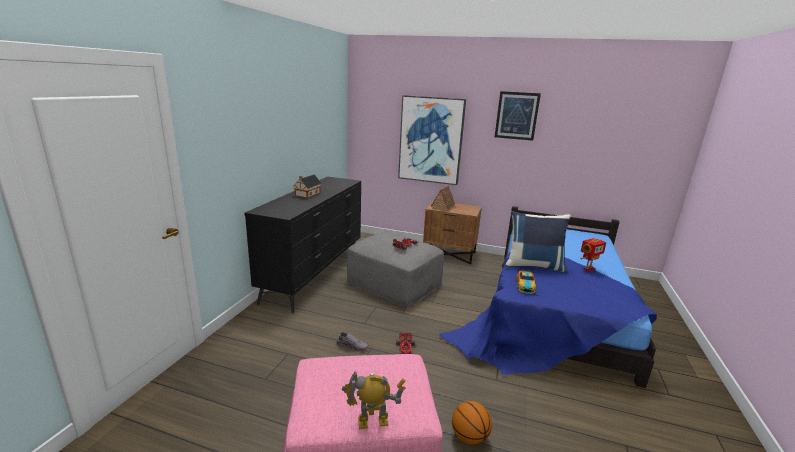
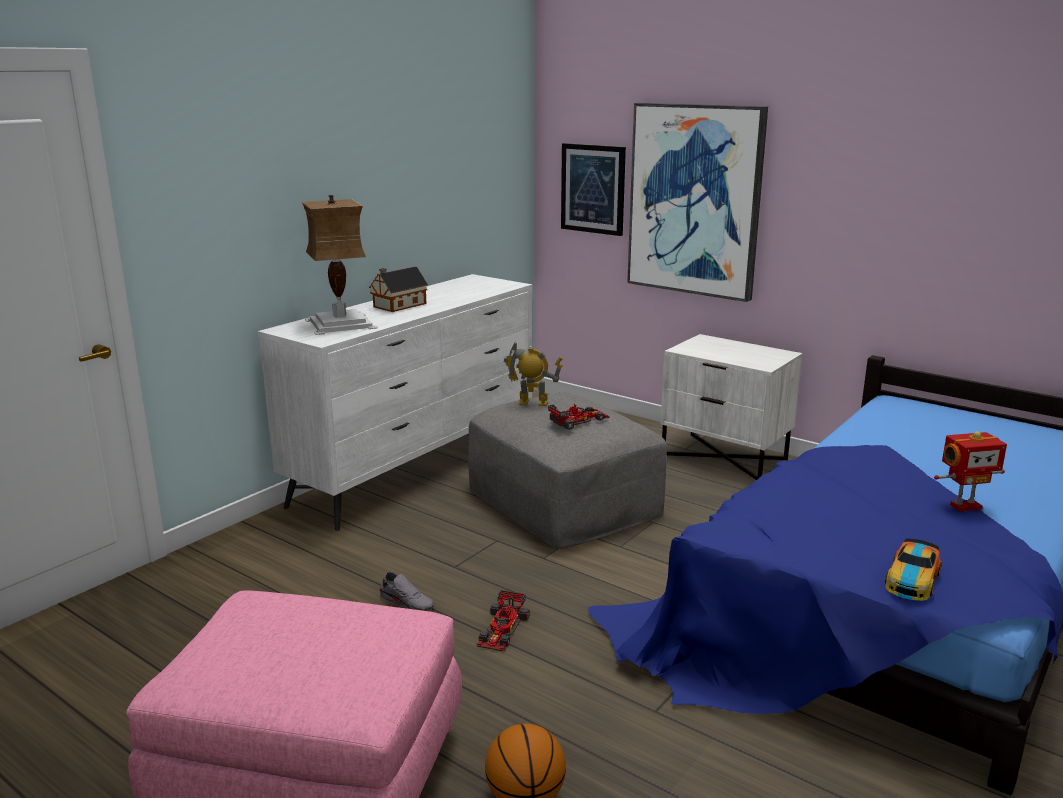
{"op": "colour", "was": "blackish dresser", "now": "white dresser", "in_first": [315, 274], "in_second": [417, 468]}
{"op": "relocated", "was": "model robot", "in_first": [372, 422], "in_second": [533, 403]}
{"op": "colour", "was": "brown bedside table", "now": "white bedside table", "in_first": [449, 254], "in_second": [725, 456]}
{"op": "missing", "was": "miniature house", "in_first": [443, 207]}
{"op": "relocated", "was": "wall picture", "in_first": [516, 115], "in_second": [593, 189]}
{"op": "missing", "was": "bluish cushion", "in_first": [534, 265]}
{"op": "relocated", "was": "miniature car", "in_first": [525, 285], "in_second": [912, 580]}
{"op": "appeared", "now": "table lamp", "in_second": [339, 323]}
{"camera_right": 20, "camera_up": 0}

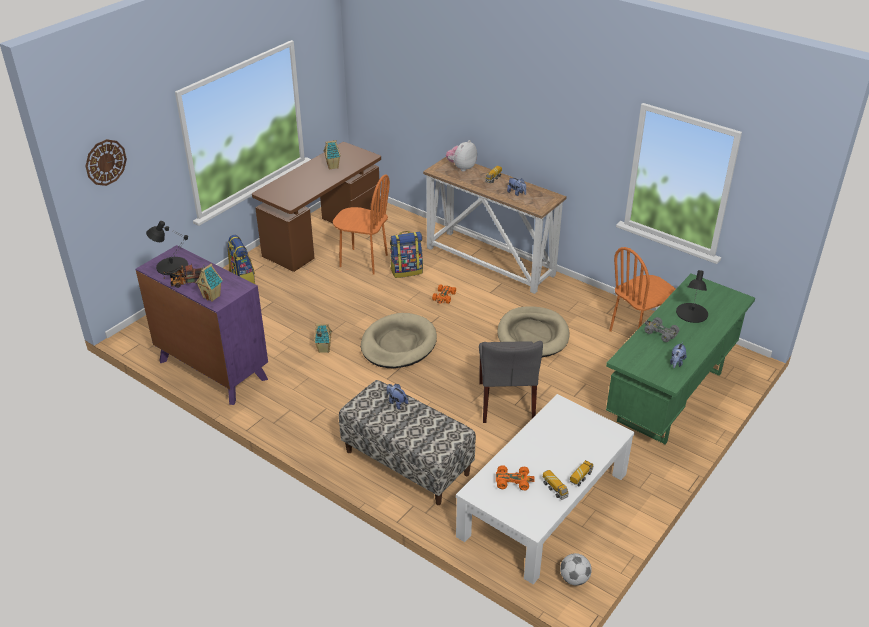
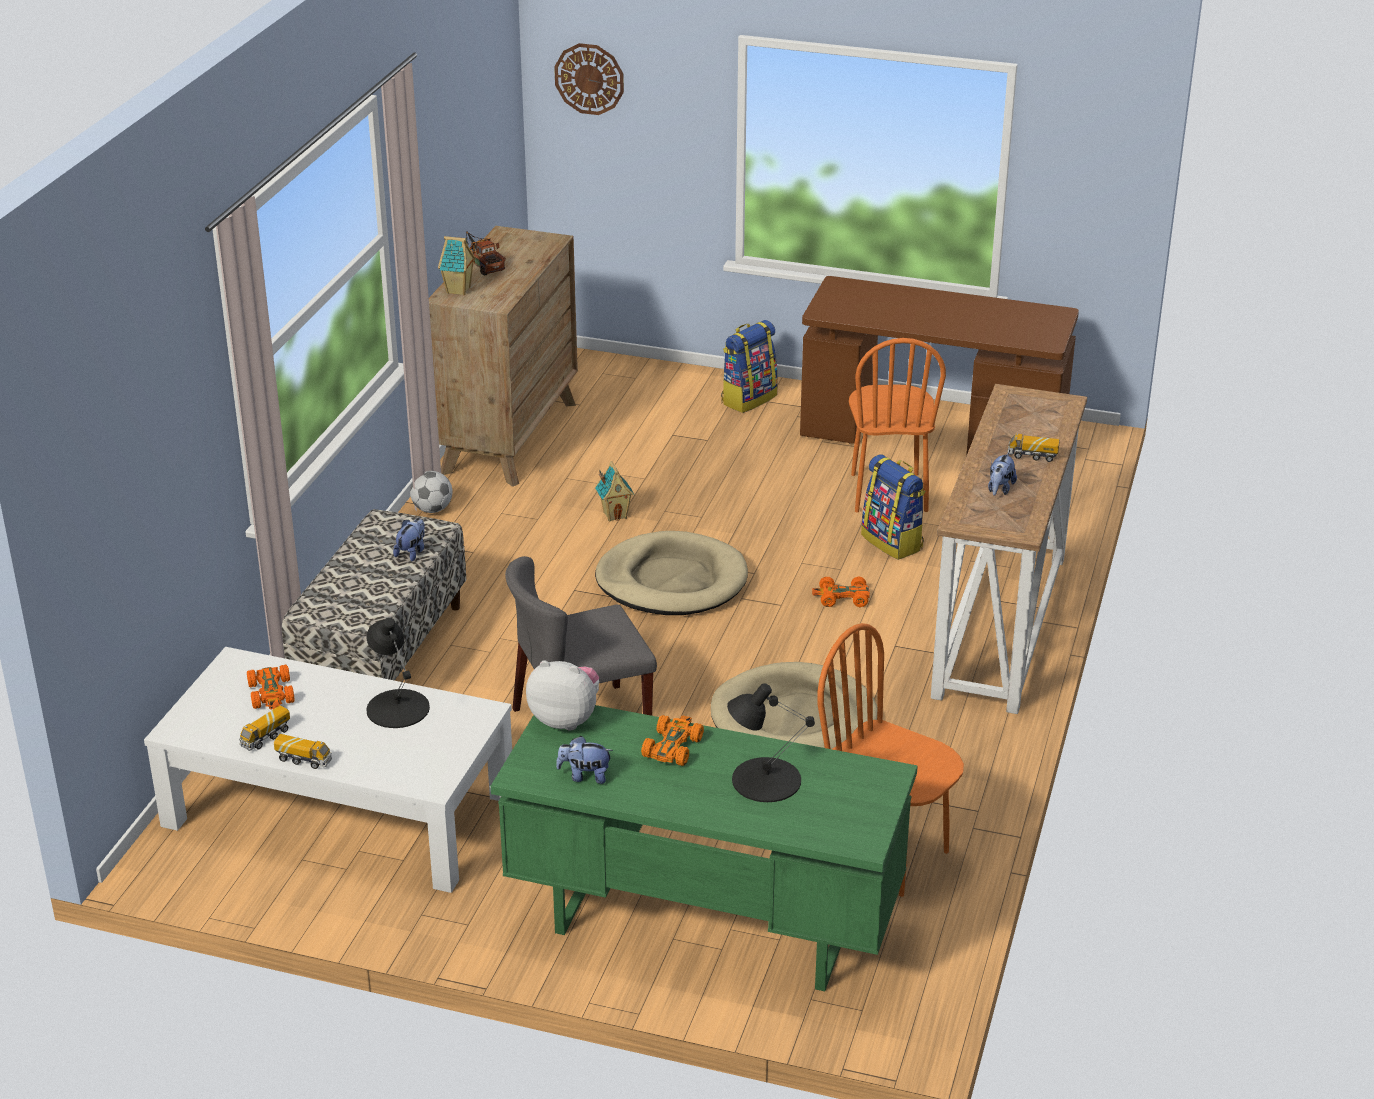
{"op": "colour", "was": "purple dresser", "now": "brown dresser", "in_first": [212, 370], "in_second": [509, 437]}
{"op": "relocated", "was": "blackish table lamp", "in_first": [171, 266], "in_second": [398, 708]}
{"op": "missing", "was": "miniature house", "in_first": [333, 166]}
{"op": "relocated", "was": "soft toy", "in_first": [461, 167], "in_second": [566, 719]}
{"op": "relocated", "was": "football", "in_first": [574, 579], "in_second": [432, 509]}
{"op": "colour", "was": "gray miniature car", "now": "orange-coloured miniature car", "in_first": [660, 333], "in_second": [672, 747]}
{"camera_right": 70, "camera_up": -5}

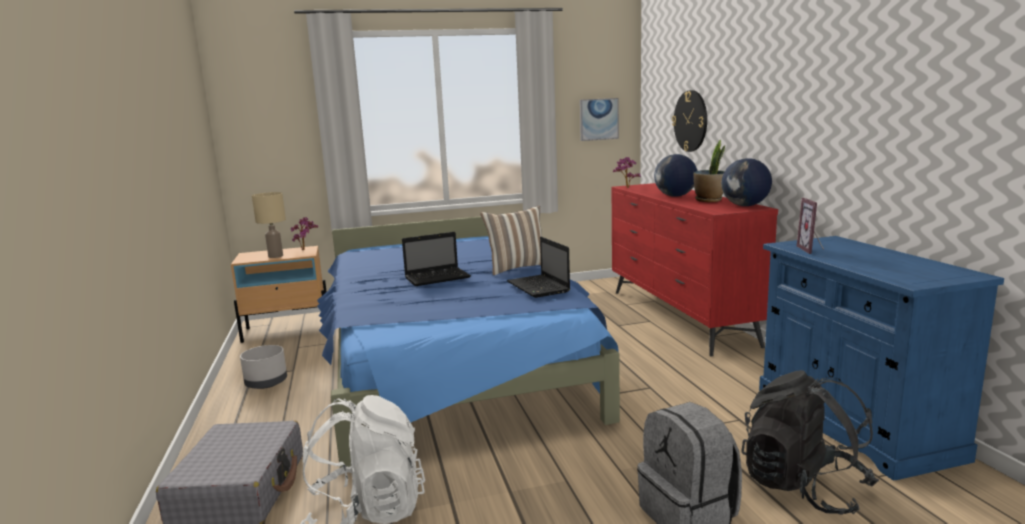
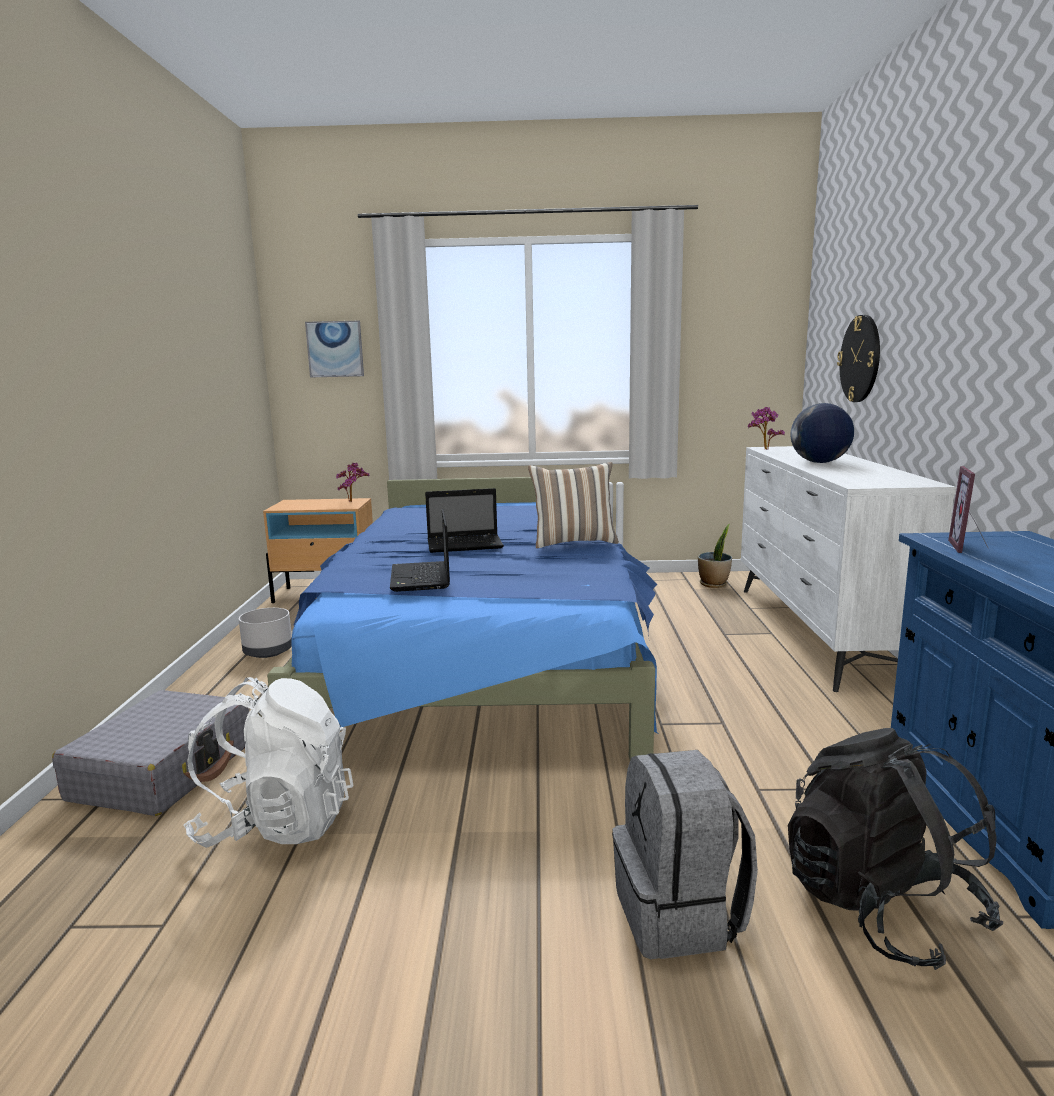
{"op": "missing", "was": "beige-coloured table lamp", "in_first": [276, 256]}
{"op": "relocated", "was": "notebook computer", "in_first": [539, 287], "in_second": [421, 578]}
{"op": "relocated", "was": "wall picture", "in_first": [598, 119], "in_second": [335, 349]}
{"op": "colour", "was": "red dresser", "now": "white dresser", "in_first": [679, 317], "in_second": [816, 632]}
{"op": "relocated", "was": "potted plant", "in_first": [709, 200], "in_second": [714, 584]}
{"op": "missing", "was": "globe", "in_first": [745, 206]}
{"camera_right": 15, "camera_up": 0}

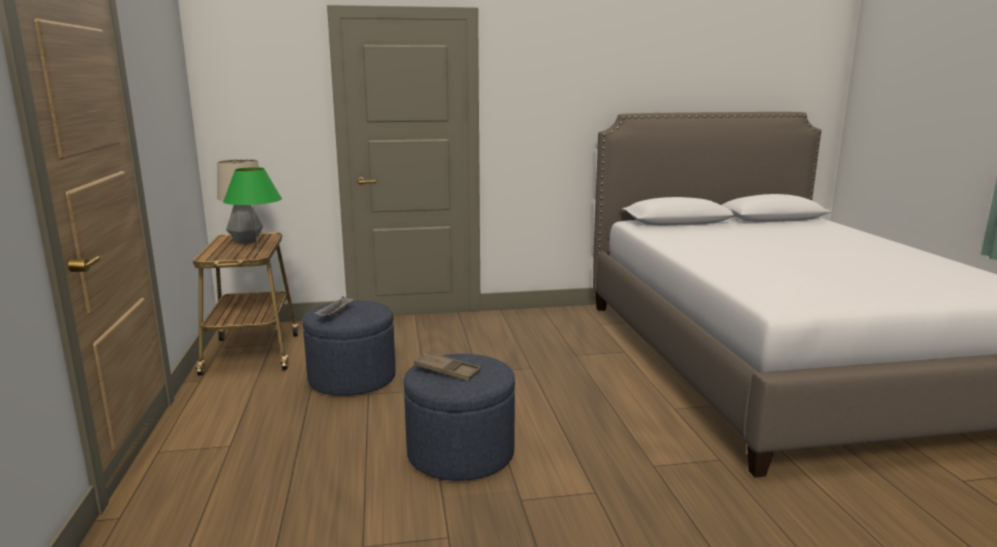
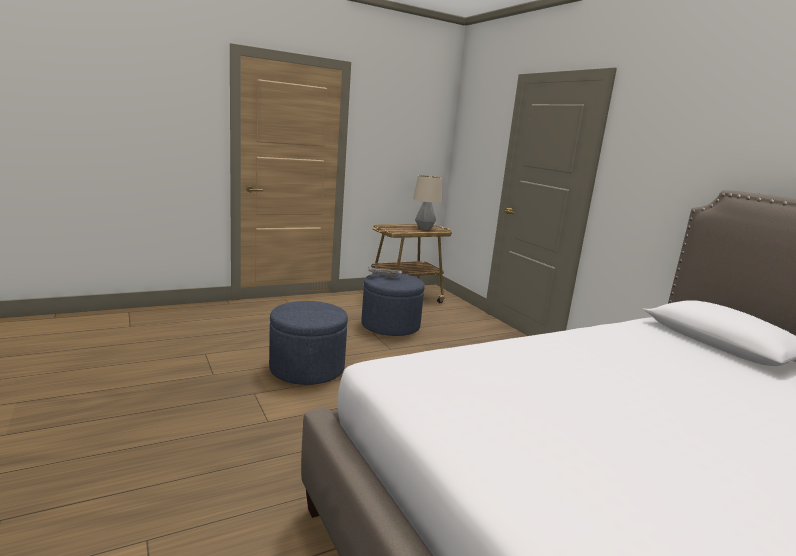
{"op": "missing", "was": "greenish table lamp", "in_first": [258, 256]}
{"op": "missing", "was": "brown tray", "in_first": [447, 371]}
{"camera_right": 70, "camera_up": 0}

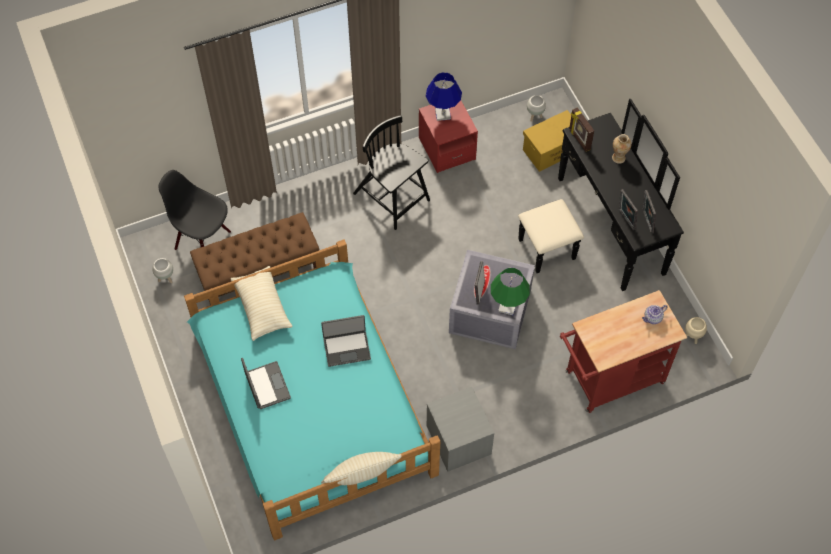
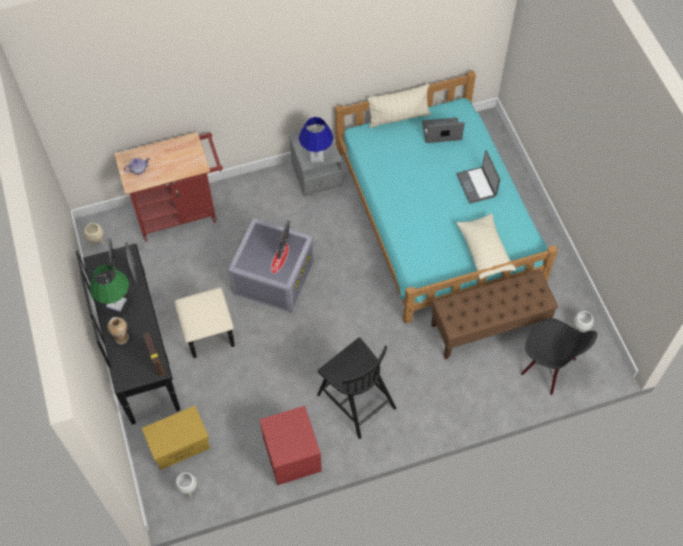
{"op": "relocated", "was": "notebook computer", "in_first": [347, 348], "in_second": [441, 132]}
{"op": "relocated", "was": "bluish table lamp", "in_first": [443, 114], "in_second": [316, 157]}
{"op": "relocated", "was": "greenish table lamp", "in_first": [507, 307], "in_second": [116, 303]}
{"camera_right": -175, "camera_up": 0}

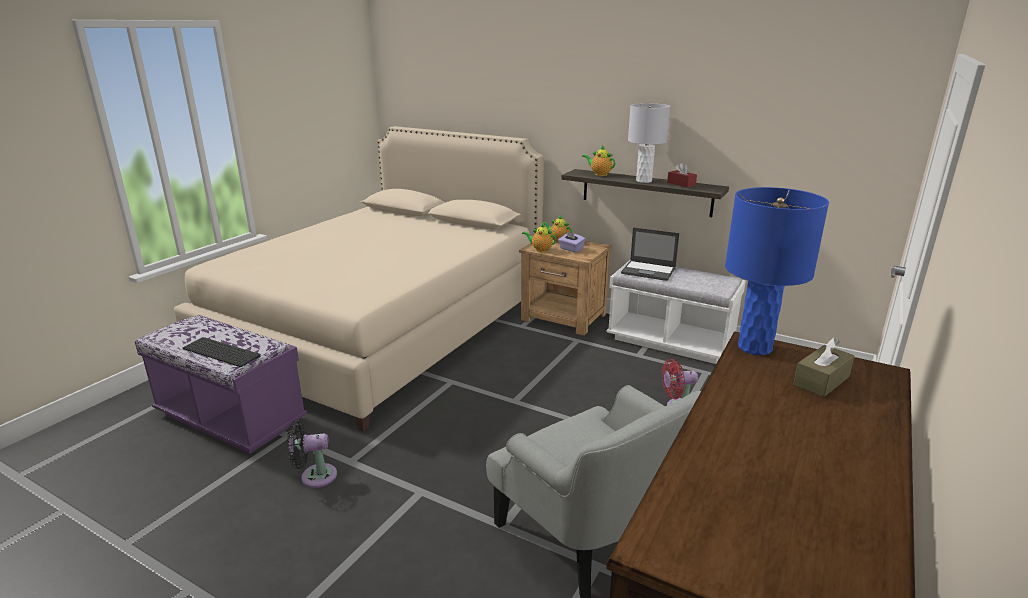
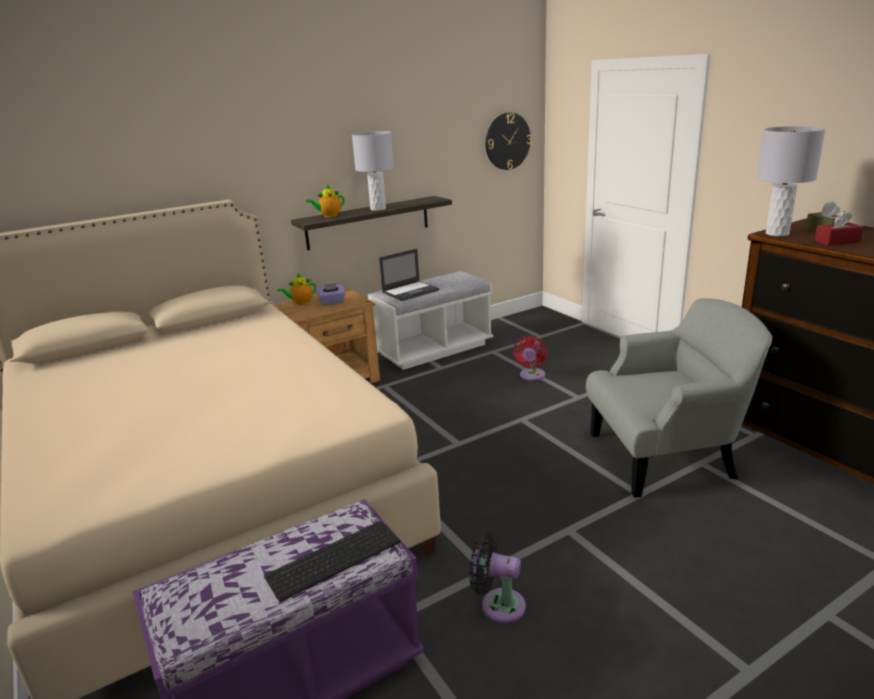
{"op": "spun", "was": "blackish cooling fan", "in_first": [314, 476], "in_second": [498, 605], "clockwise": 90}
{"op": "missing", "was": "pot for tea", "in_first": [540, 250]}
{"op": "relocated", "was": "red box of tissues", "in_first": [681, 184], "in_second": [837, 241]}
{"op": "colour", "was": "bluish table lamp", "now": "gray table lamp", "in_first": [755, 347], "in_second": [777, 233]}
{"op": "appeared", "now": "wall clock", "in_second": [507, 141]}
{"camera_right": -60, "camera_up": 0}

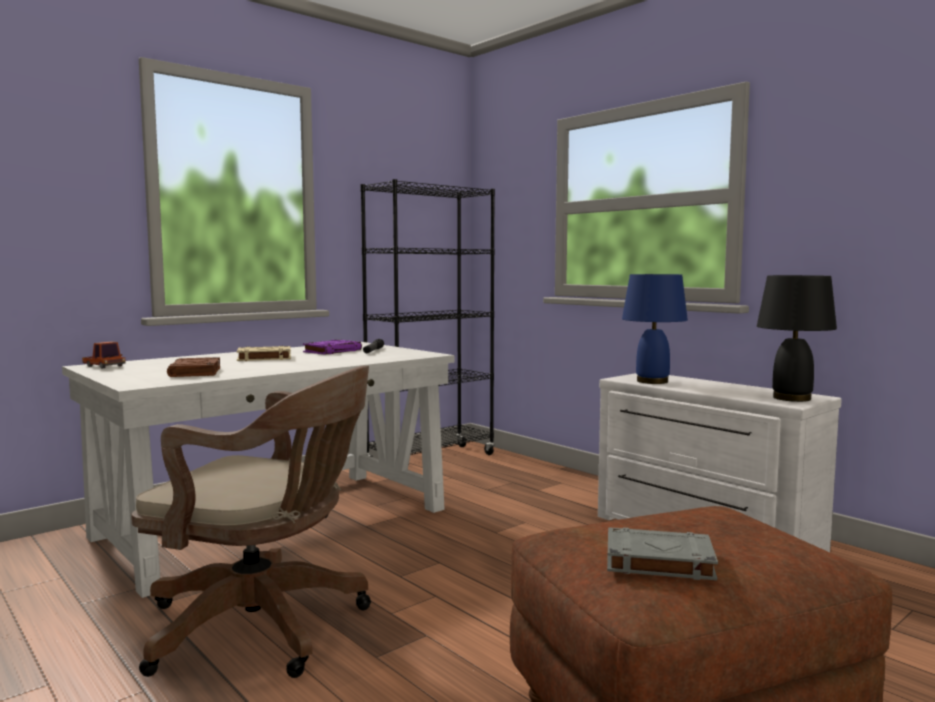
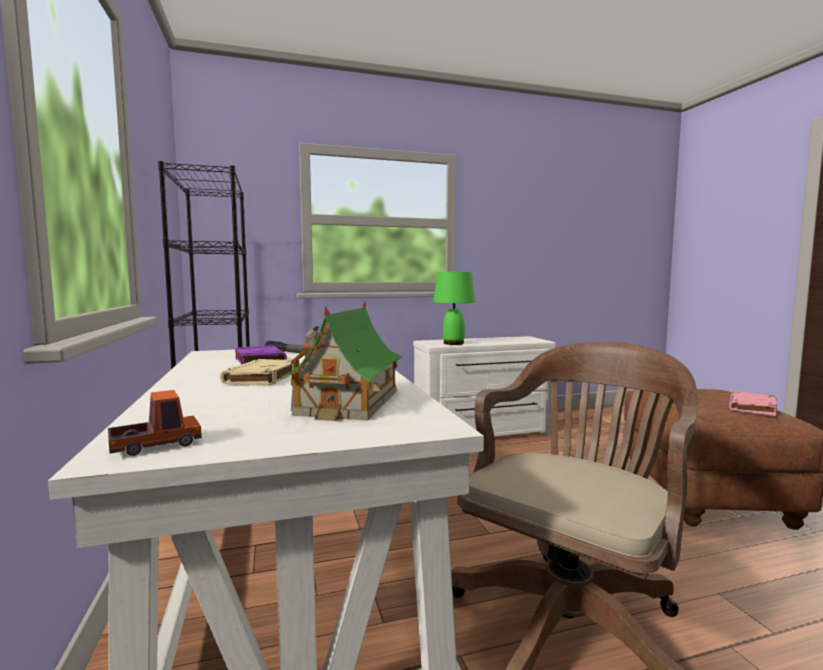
{"op": "exchanged", "was": "brown bound book", "now": "miniature house", "in_first": [195, 372], "in_second": [348, 402]}
{"op": "colour", "was": "gray bound book", "now": "pink-coloured bound book", "in_first": [657, 561], "in_second": [752, 407]}
{"op": "colour", "was": "bluish table lamp", "now": "greenish table lamp", "in_first": [653, 381], "in_second": [453, 343]}
{"op": "missing", "was": "blackish table lamp", "in_first": [792, 398]}
{"camera_right": -65, "camera_up": 0}

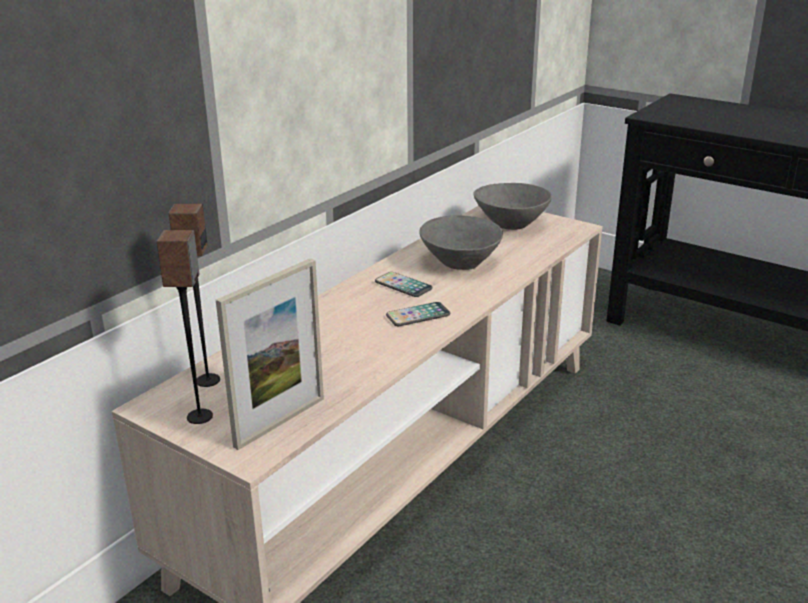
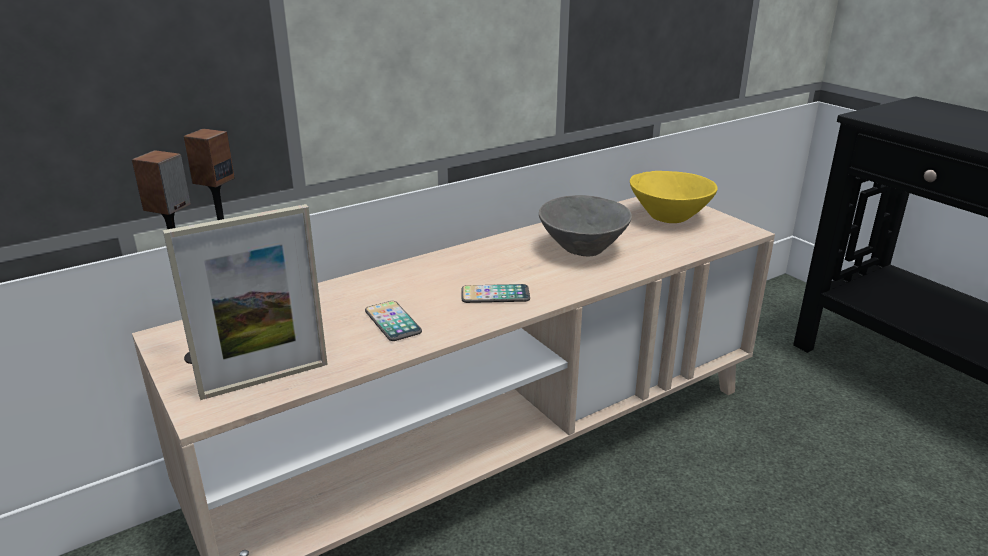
{"op": "relocated", "was": "telephone", "in_first": [403, 285], "in_second": [392, 322]}
{"op": "colour", "was": "gray serving bowl", "now": "yellow-coloured serving bowl", "in_first": [510, 224], "in_second": [668, 217]}
{"camera_right": 20, "camera_up": 0}

